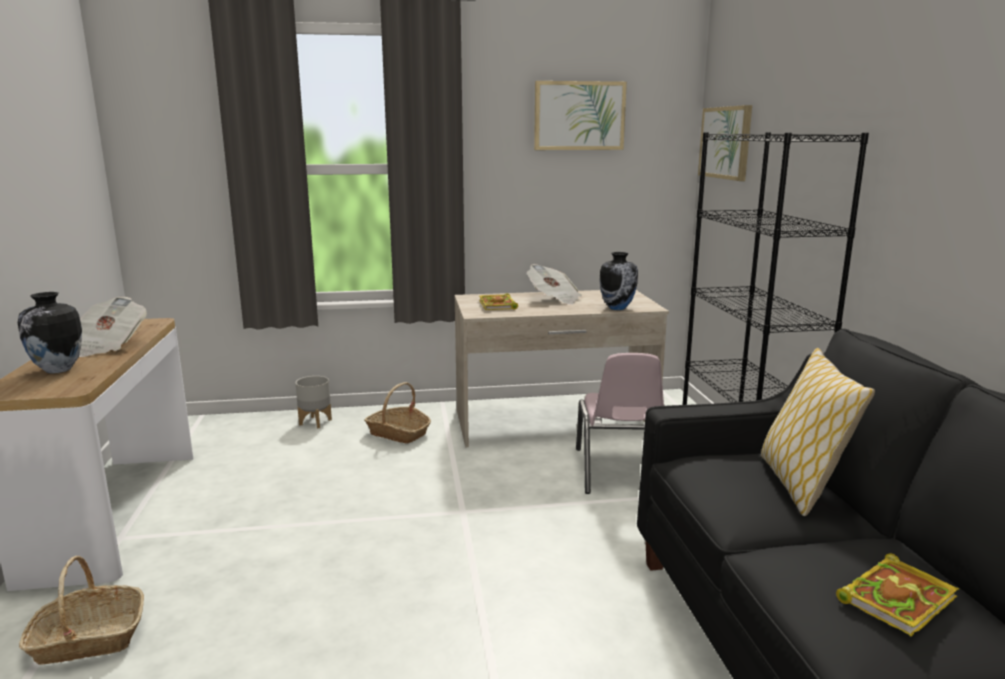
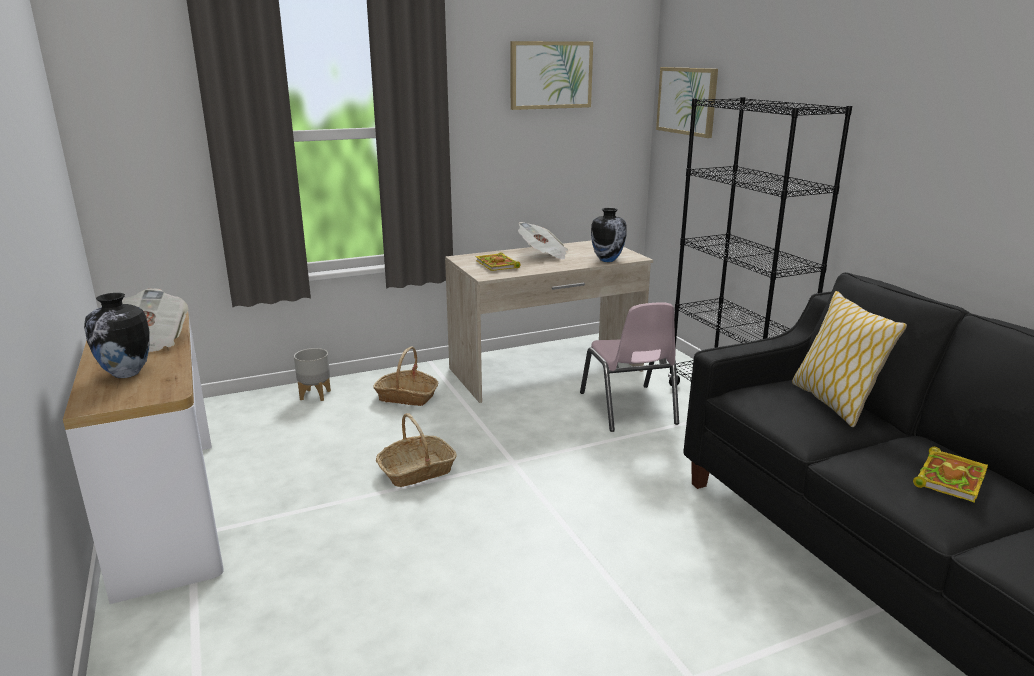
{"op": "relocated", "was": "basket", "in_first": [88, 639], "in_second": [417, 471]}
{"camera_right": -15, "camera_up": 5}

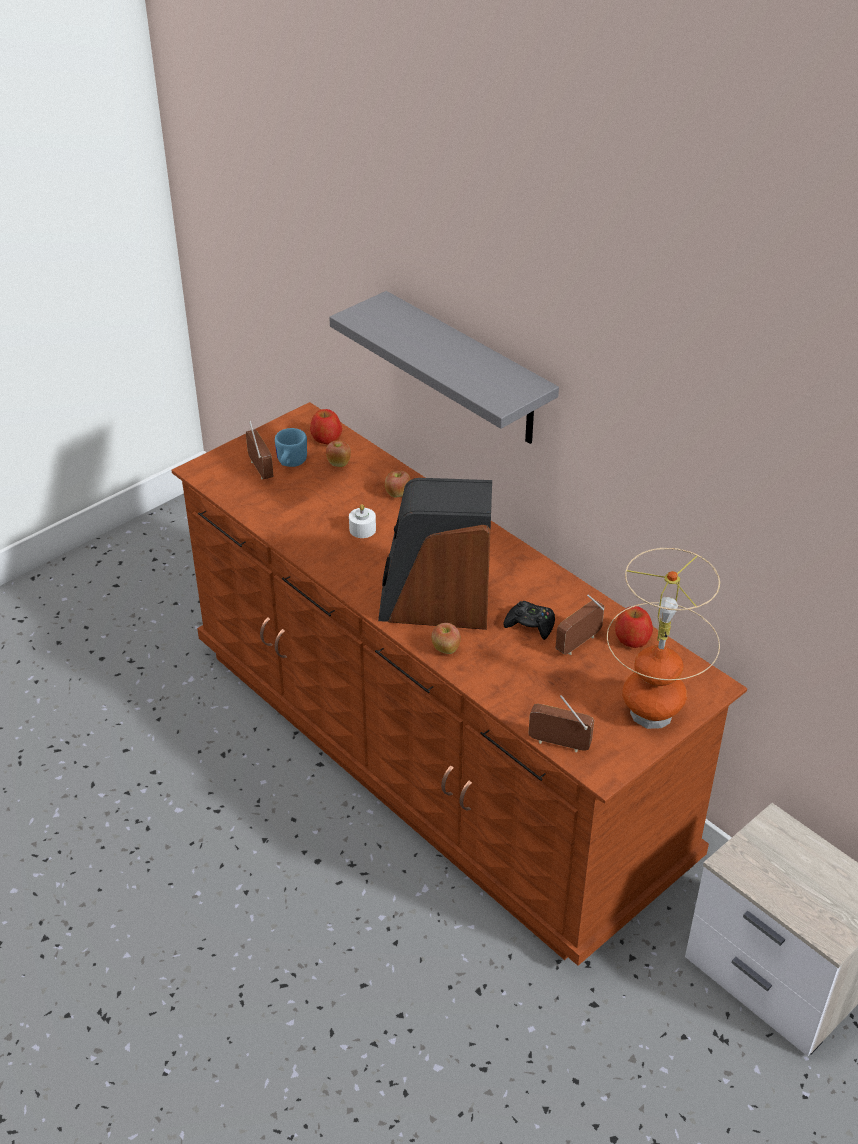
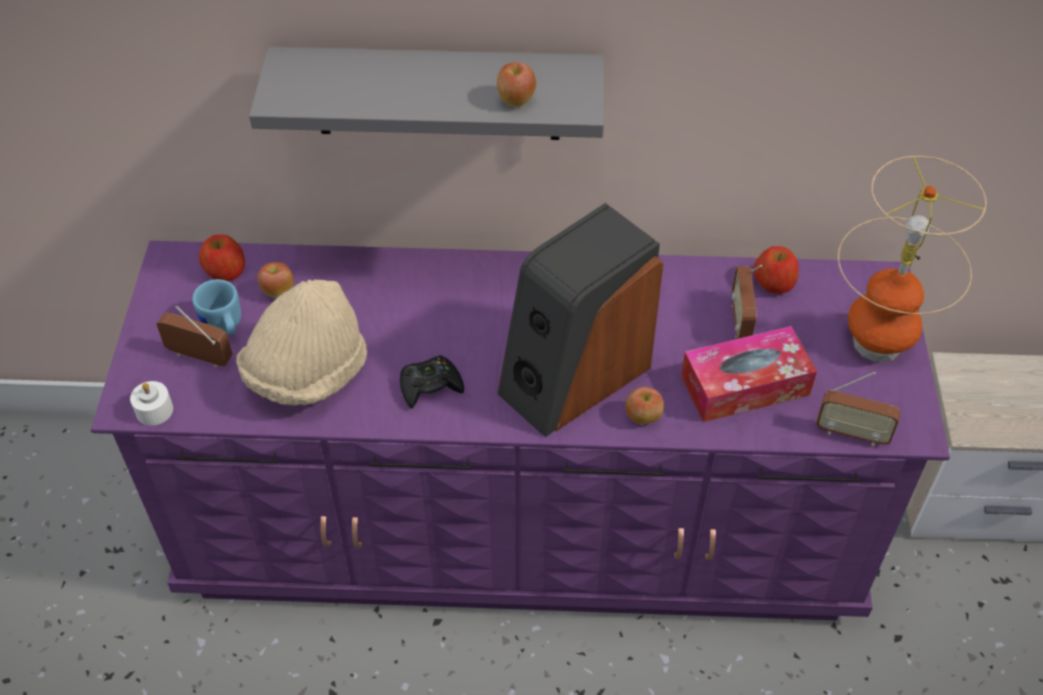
{"op": "colour", "was": "brown dresser", "now": "purple dresser", "in_first": [431, 752], "in_second": [521, 524]}
{"op": "relocated", "was": "white wax light", "in_first": [362, 529], "in_second": [154, 410]}
{"op": "relocated", "was": "apple", "in_first": [398, 494], "in_second": [515, 100]}
{"op": "relocated", "was": "blackish game controller", "in_first": [530, 624], "in_second": [430, 386]}
{"op": "spun", "was": "radio", "in_first": [559, 744], "in_second": [852, 433], "clockwise": -135}
{"op": "appeared", "now": "beige-coloured clothing hat", "in_second": [307, 373]}
{"op": "appeared", "now": "box of tissues", "in_second": [745, 385]}
{"camera_right": -45, "camera_up": 10}

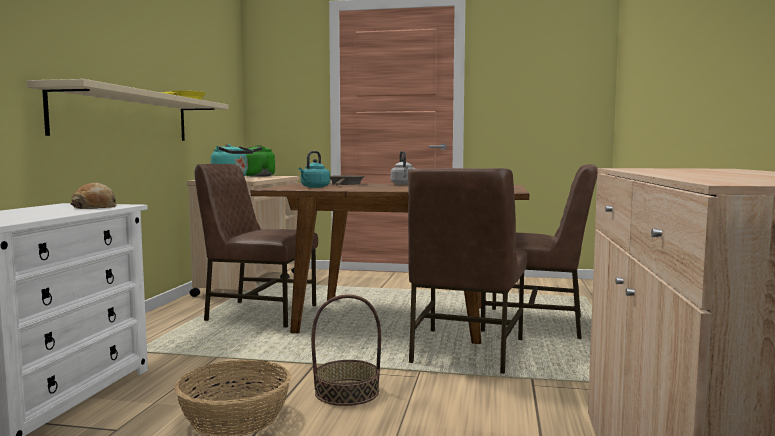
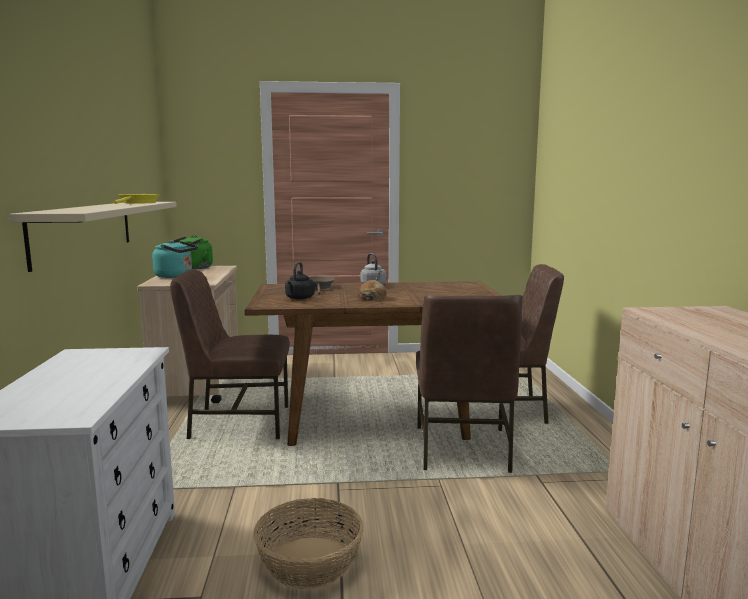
{"op": "relocated", "was": "bakery bread", "in_first": [95, 207], "in_second": [372, 298]}
{"op": "colour", "was": "blue-green kettle", "now": "blackish kettle", "in_first": [314, 187], "in_second": [299, 298]}
{"op": "missing", "was": "basket", "in_first": [347, 392]}
{"camera_right": -15, "camera_up": 5}

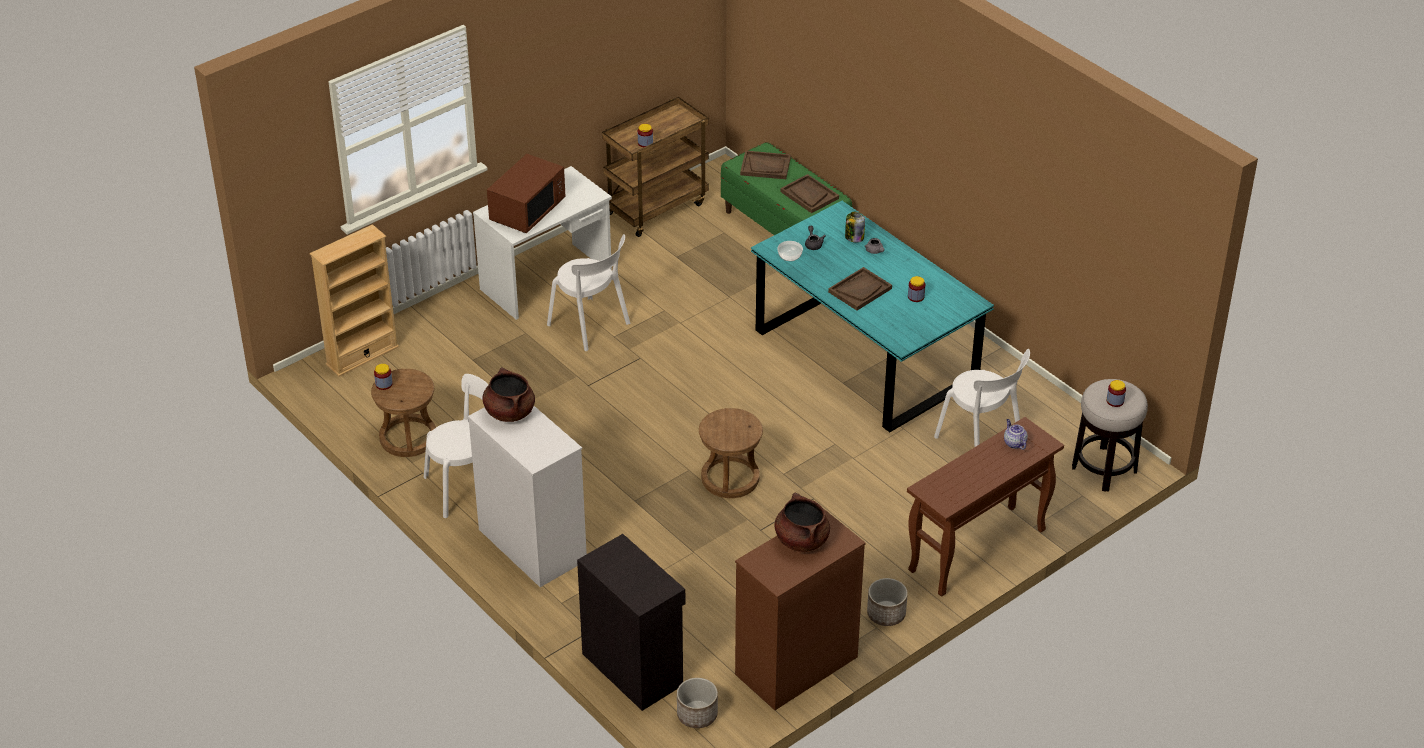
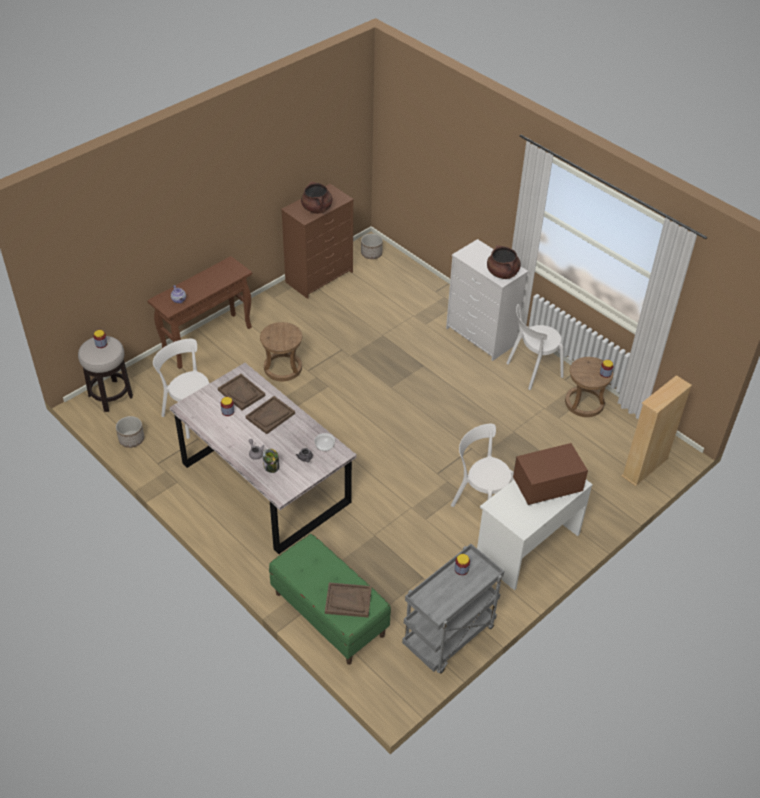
{"op": "spun", "was": "brown microwave", "in_first": [527, 210], "in_second": [547, 486], "clockwise": 45}
{"op": "missing", "was": "blackish cabinet", "in_first": [633, 668]}
{"op": "colour", "was": "brown wheeled cart", "now": "gray wheeled cart", "in_first": [656, 207], "in_second": [449, 638]}
{"op": "relocated", "was": "brown stool seat", "in_first": [730, 478], "in_second": [283, 368]}
{"op": "colour", "was": "blue-green kitchen table", "now": "gray kitchen table", "in_first": [867, 354], "in_second": [264, 483]}
{"op": "relocated", "was": "brown tray", "in_first": [809, 195], "in_second": [241, 393]}
{"op": "relocated", "was": "flower pot", "in_first": [886, 614], "in_second": [131, 439]}
{"camera_right": 175, "camera_up": 5}

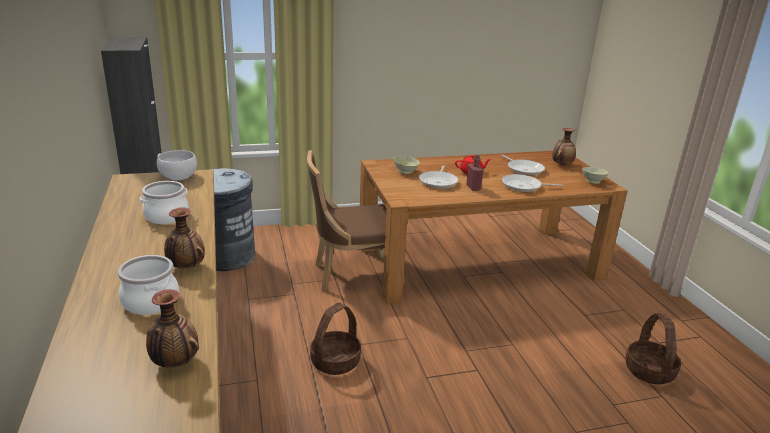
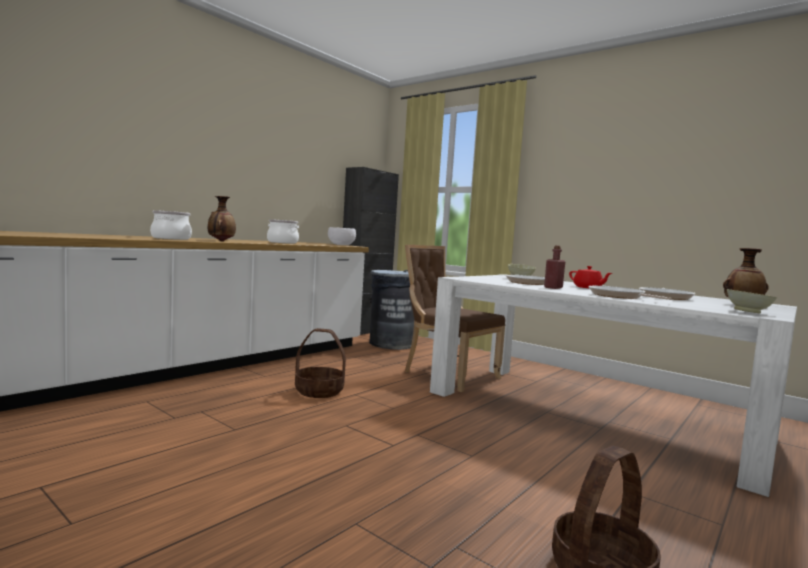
{"op": "missing", "was": "decorative vase", "in_first": [174, 363]}
{"op": "colour", "was": "brown kitchen table", "now": "white kitchen table", "in_first": [478, 261], "in_second": [591, 414]}
{"camera_right": 55, "camera_up": -20}

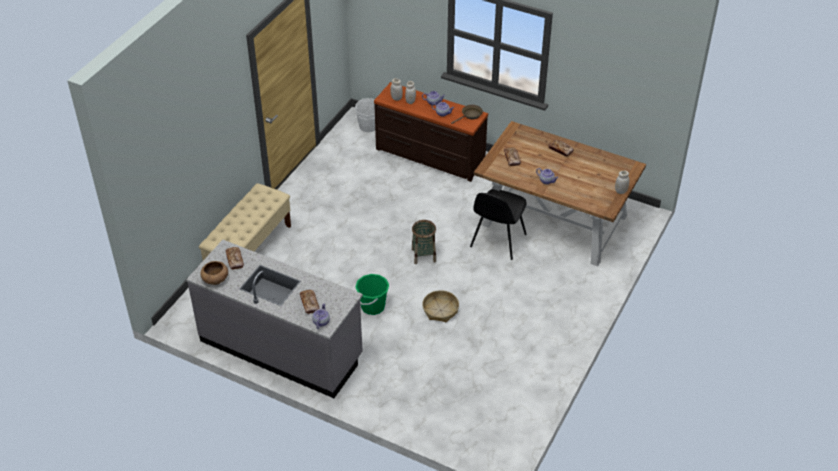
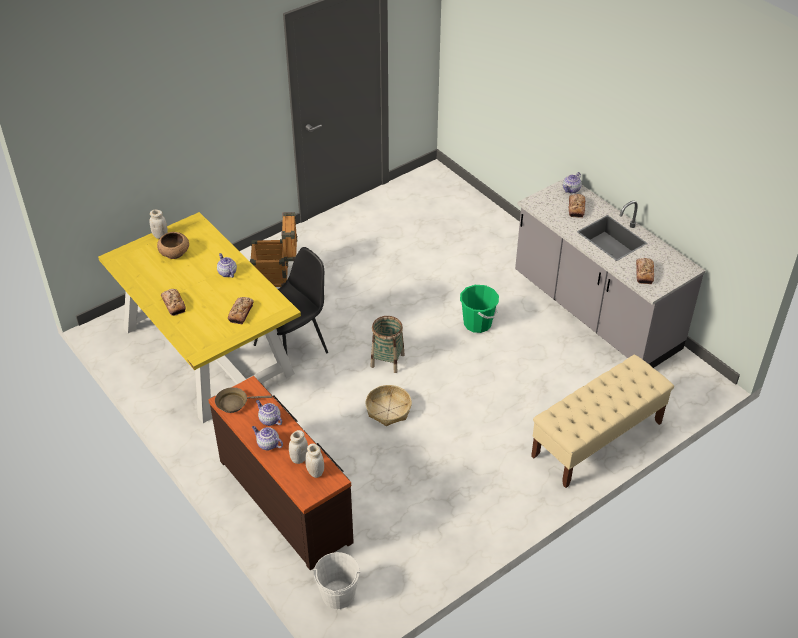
{"op": "relocated", "was": "brown serving bowl", "in_first": [215, 279], "in_second": [174, 253]}
{"op": "relocated", "was": "basket", "in_first": [440, 310], "in_second": [388, 410]}
{"op": "colour", "was": "brown kitchen table", "now": "yellow-coloured kitchen table", "in_first": [555, 220], "in_second": [206, 350]}
{"op": "appeared", "now": "packing crate", "in_second": [276, 276]}
{"camera_right": -155, "camera_up": 0}

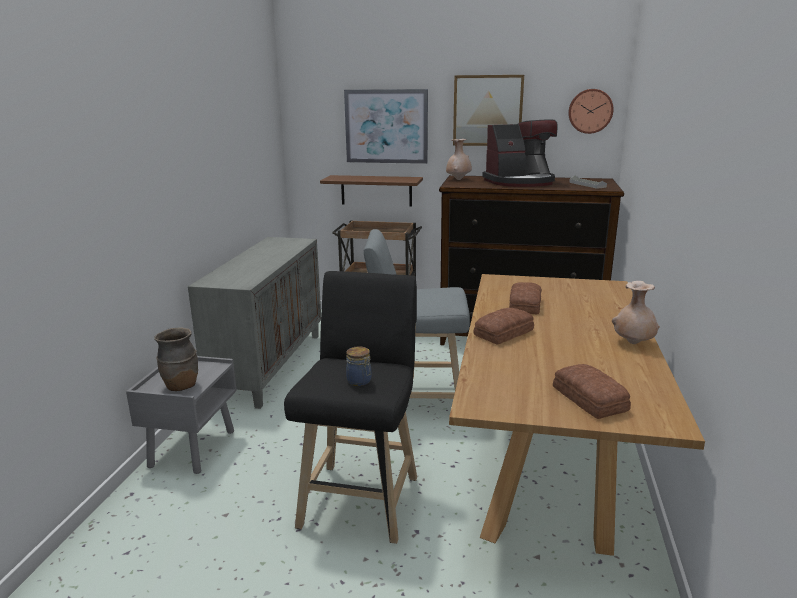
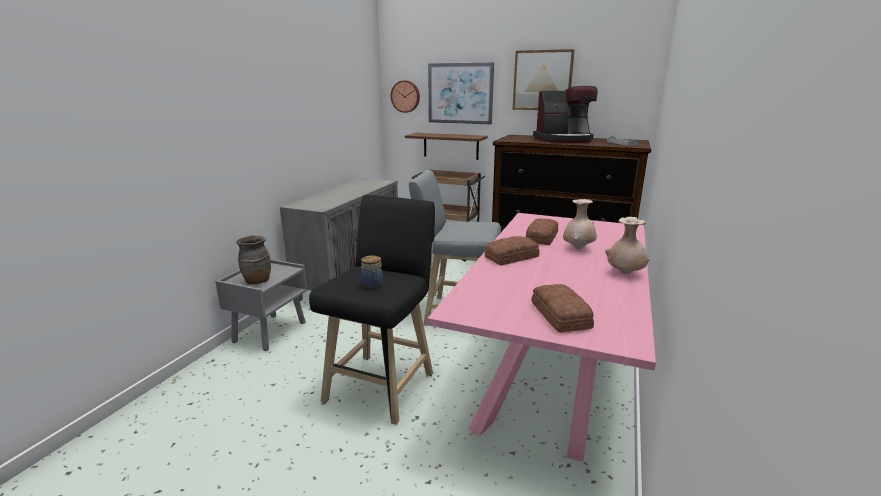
{"op": "relocated", "was": "beige-coloured decorative vase", "in_first": [458, 179], "in_second": [578, 248]}
{"op": "colour", "was": "brown kitchen table", "now": "pink-coloured kitchen table", "in_first": [546, 459], "in_second": [549, 371]}
{"op": "relocated", "was": "wall clock", "in_first": [590, 111], "in_second": [405, 96]}
{"camera_right": 10, "camera_up": 0}

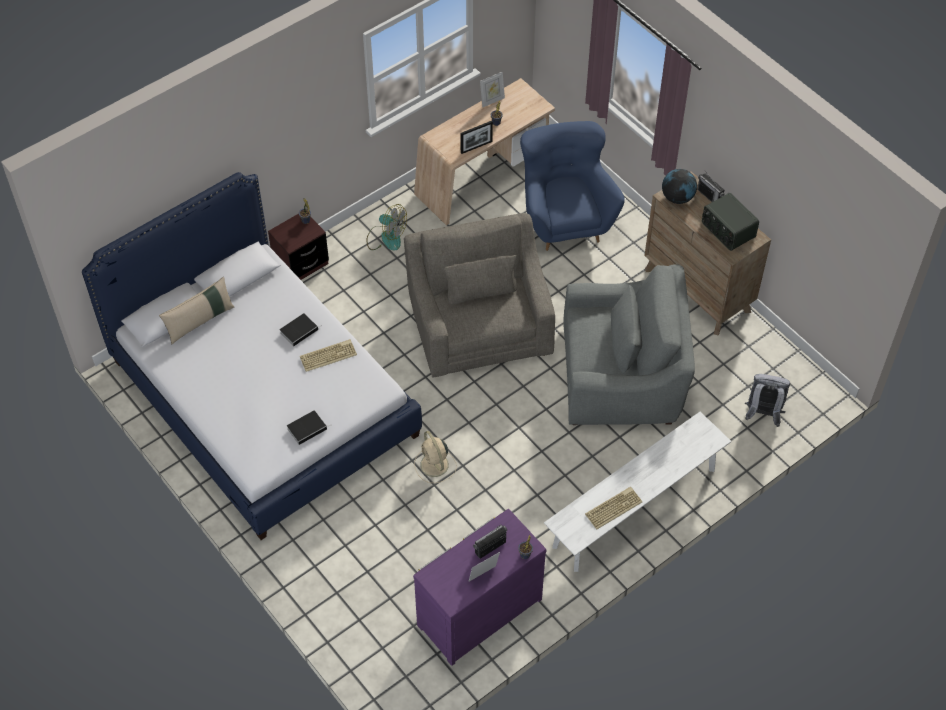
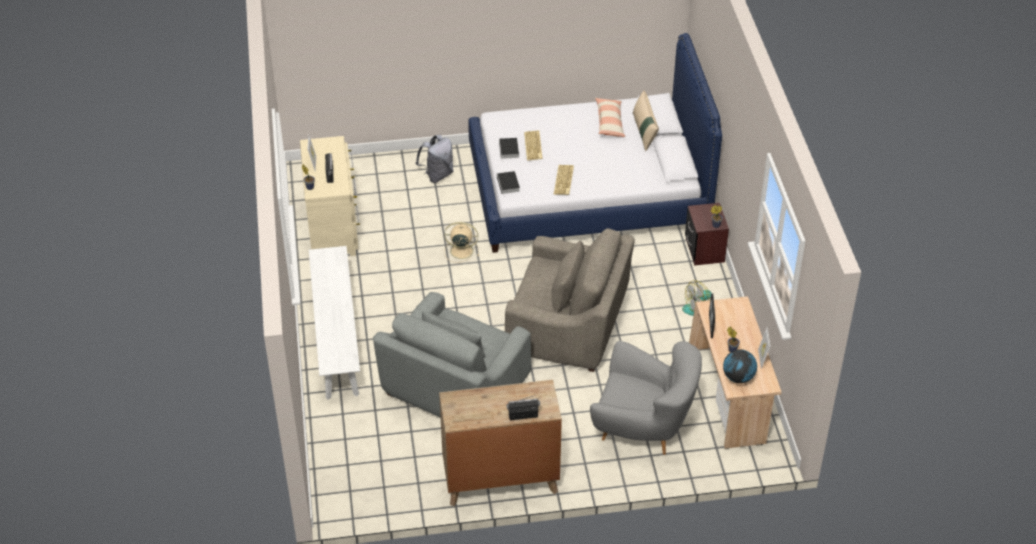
{"op": "relocated", "was": "bound book", "in_first": [299, 330], "in_second": [508, 185]}
{"op": "colour", "was": "purple dresser", "now": "beige-coloured dresser", "in_first": [476, 610], "in_second": [334, 227]}
{"op": "colour", "was": "bluish easy chair", "now": "gray easy chair", "in_first": [564, 220], "in_second": [642, 428]}
{"op": "relocated", "was": "PC keyboard", "in_first": [613, 507], "in_second": [534, 146]}
{"op": "relocated", "was": "globe", "in_first": [677, 197], "in_second": [738, 377]}
{"op": "missing", "was": "radio", "in_first": [727, 230]}
{"op": "relocated", "was": "gray backpack", "in_first": [762, 414], "in_second": [437, 175]}
{"op": "appeared", "now": "cushion", "in_second": [609, 122]}
{"camera_right": 120, "camera_up": -10}

